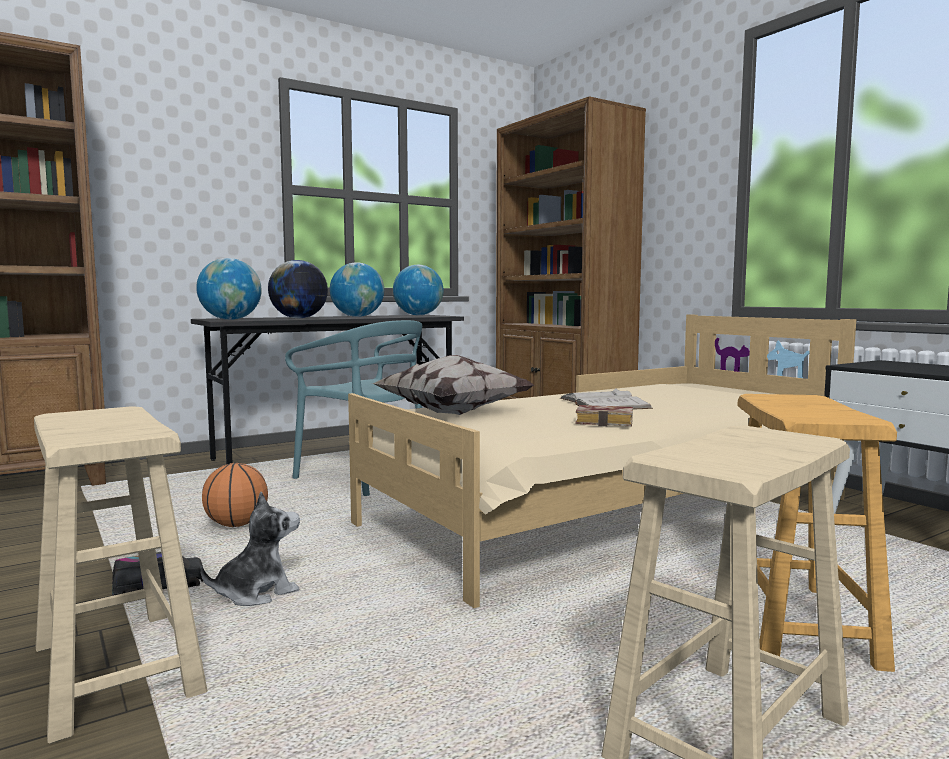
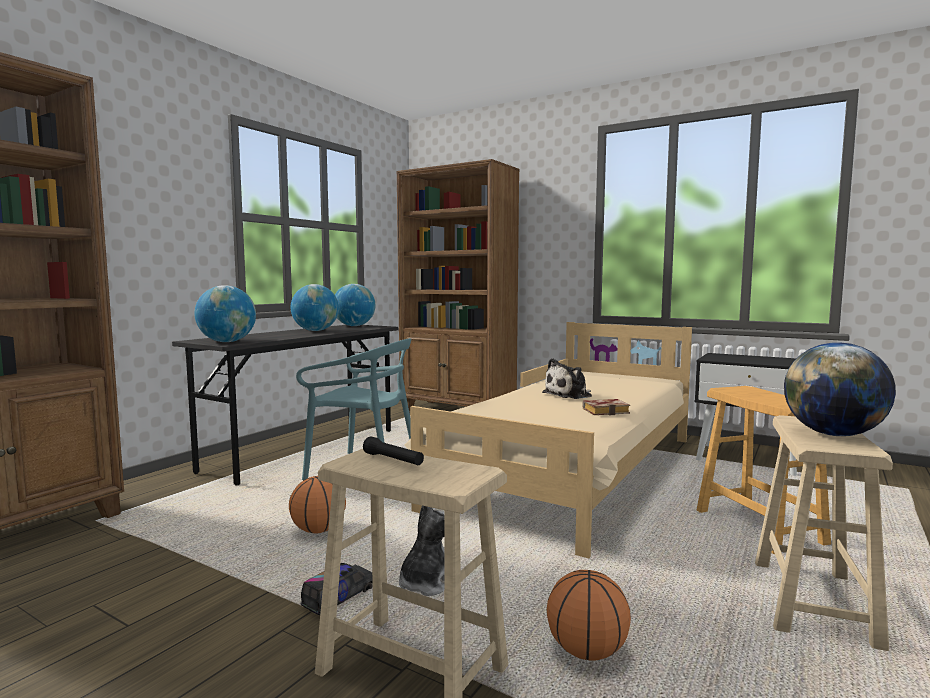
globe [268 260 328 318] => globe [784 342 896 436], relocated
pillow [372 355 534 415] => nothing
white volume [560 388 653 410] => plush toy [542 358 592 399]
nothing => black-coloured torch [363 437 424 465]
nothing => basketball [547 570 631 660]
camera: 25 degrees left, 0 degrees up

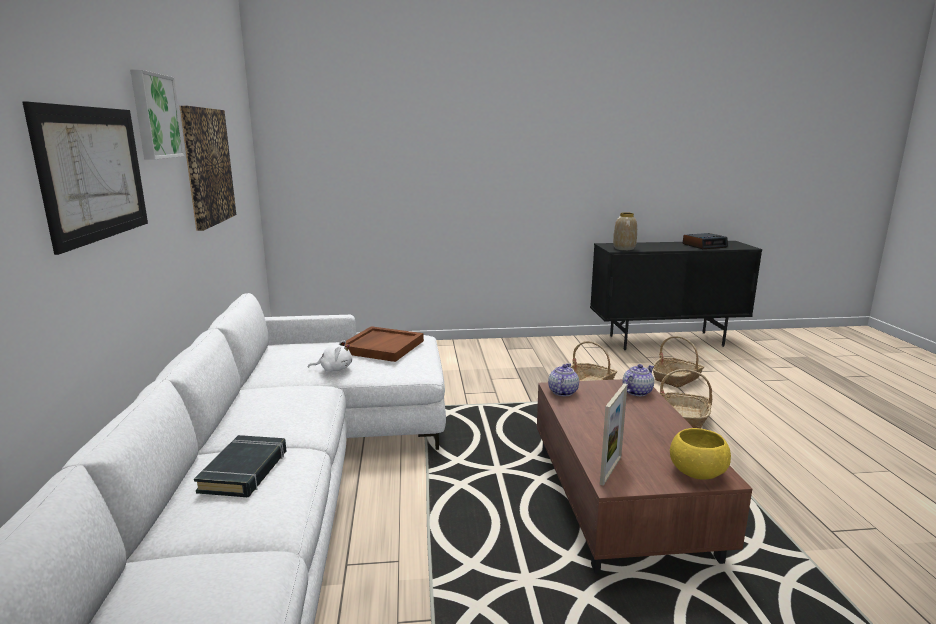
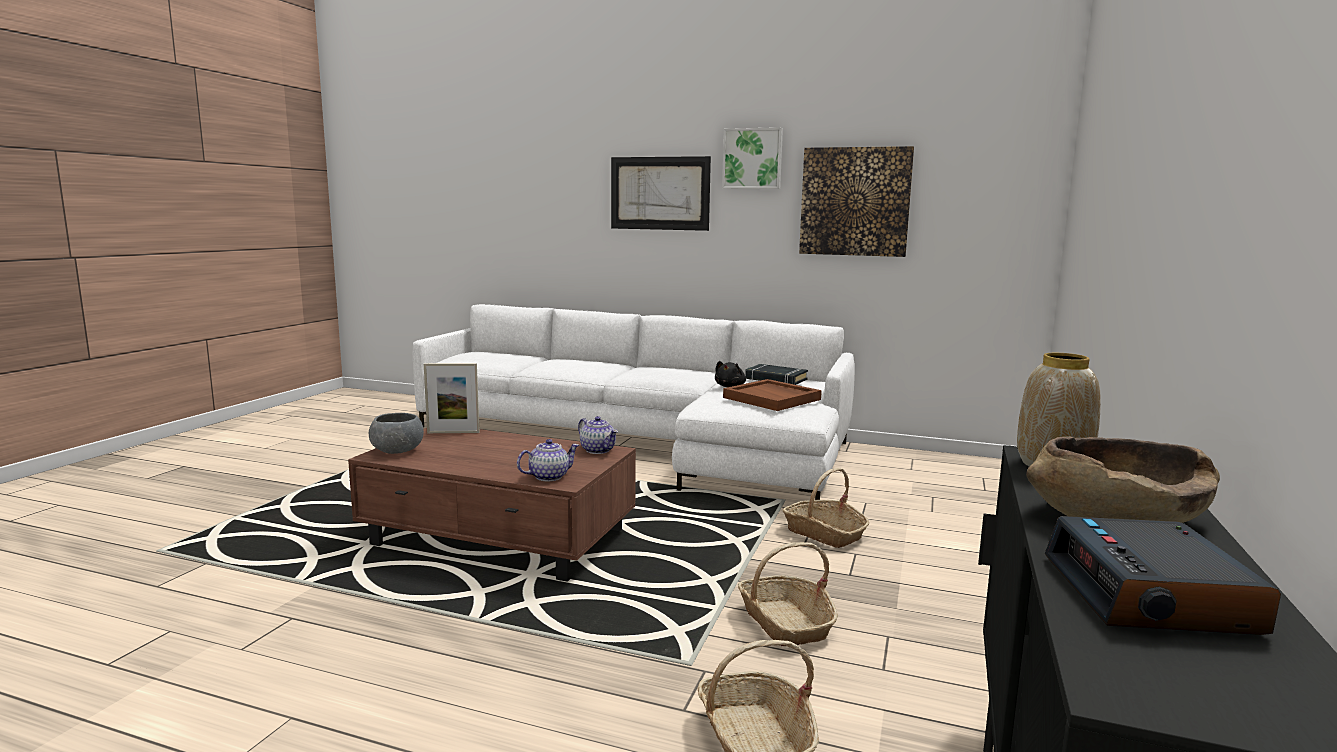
white plush toy [308 340 352 372] => black-coloured plush toy [715 361 746 387]
pot for tea [623 364 654 396] => pot for tea [517 439 579 481], 105 degrees counterclockwise
basket [660 369 712 429] => basket [783 468 869 548], relocated
photo frame [600 383 628 486] => photo frame [424 363 479 433], 60 degrees counterclockwise
yellow-coloured deep dish [670 428 731 479] => grey deep dish [369 413 424 454]
black-coloured volume [194 435 286 497] => black-coloured volume [745 364 808 385], relocated
nothing => brownish deep dish [1026 437 1220 523]
camera: 115 degrees right, 5 degrees down

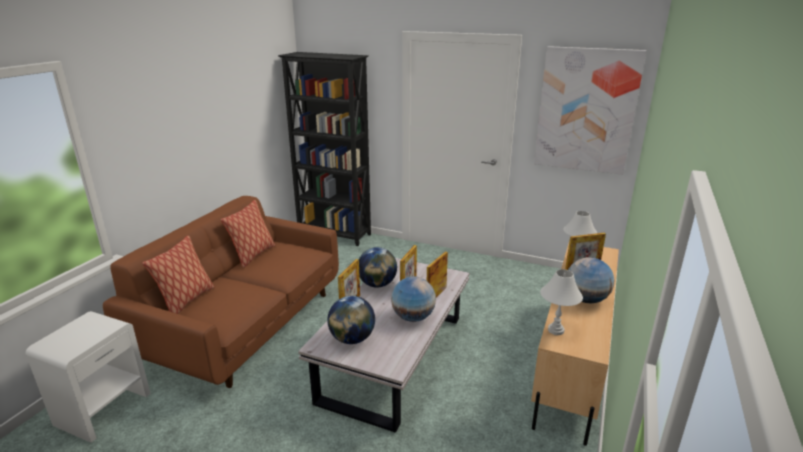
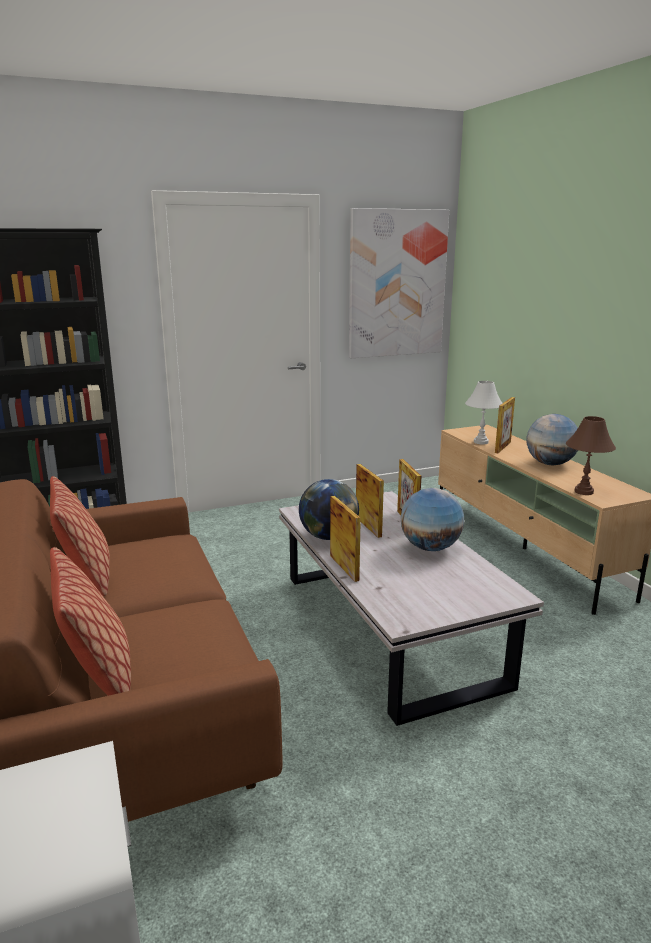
white tabletop lamp [540 269 583 335] => brownish tabletop lamp [566 416 616 495]
globe [327 296 375 344] => nothing
camera: 45 degrees left, 5 degrees down

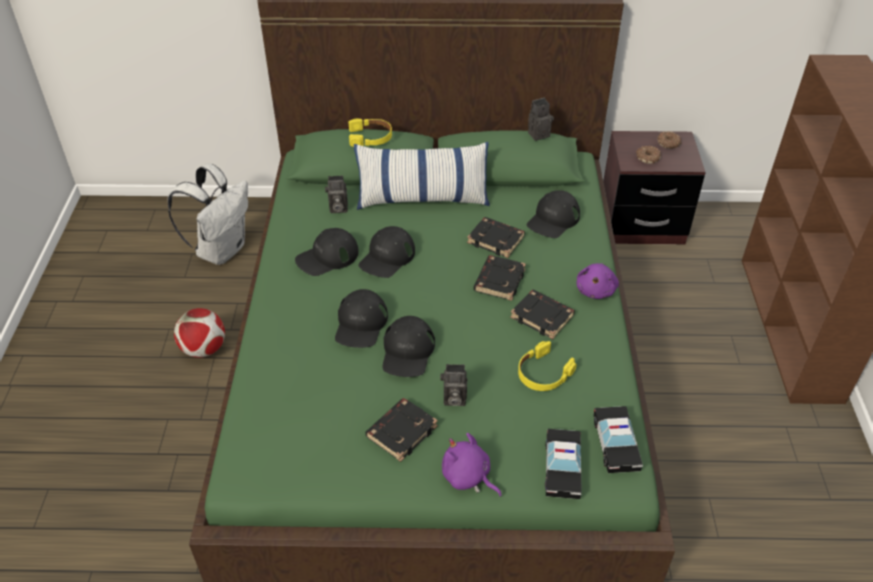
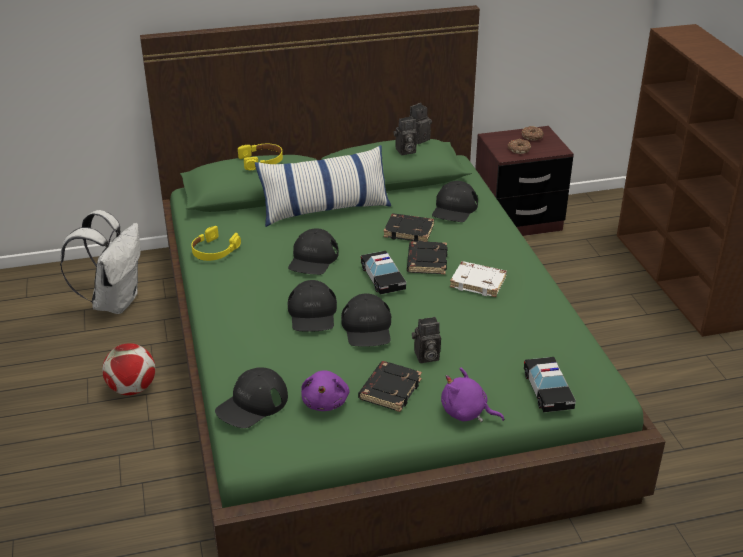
photo camera [325 175 348 213] => photo camera [394 117 417 155], relocated
black-coloured cap [295 228 359 276] => black-coloured cap [215 367 288 428], relocated
purple plush toy [577 263 619 299] => purple plush toy [301 370 349 411], relocated
black-coloured volume [510 290 575 339] => white volume [450 261 507 297]
yellow-coloured headset [518 341 577 391] => yellow-coloured headset [191 226 241 261], relocated
model car [593 406 643 473] => model car [361 251 406 295], relocated
camera: 15 degrees left, 10 degrees down

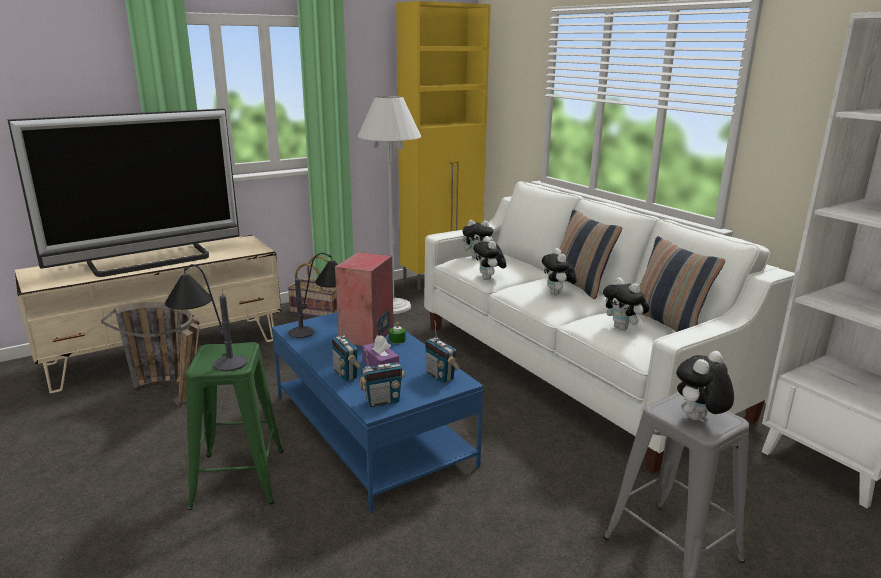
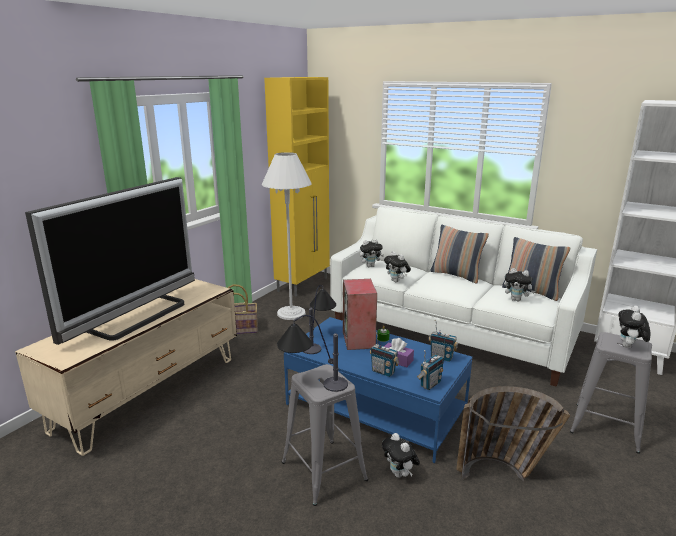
plush toy [542 248 577 295] => plush toy [382 433 420 478], relocated
basket [101 302 199 407] => basket [456 386 571 481], relocated
greenish stool seat [186 342 284 510] => grey stool seat [282 364 368 506]
camera: 25 degrees left, 0 degrees up

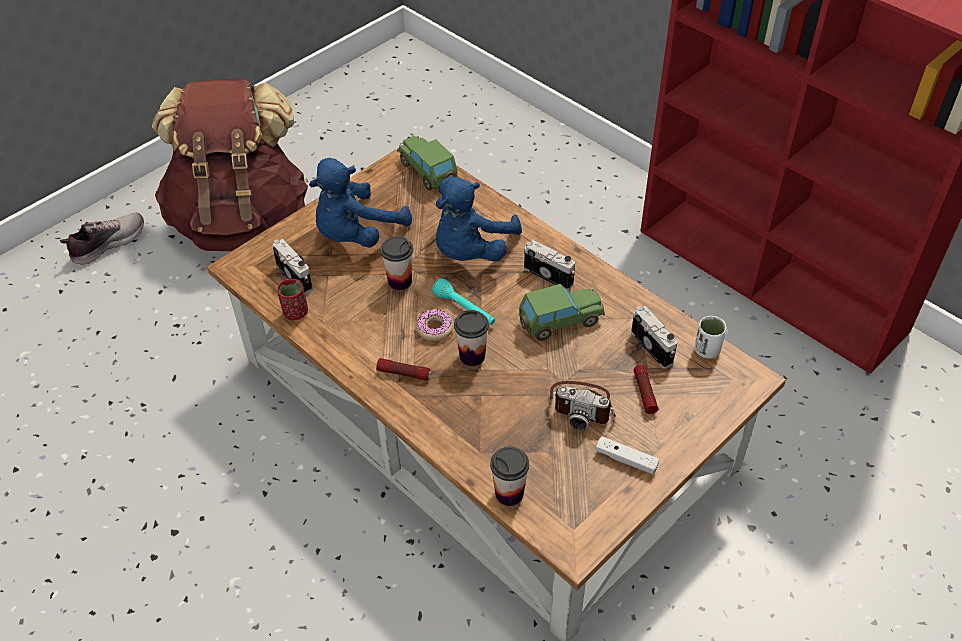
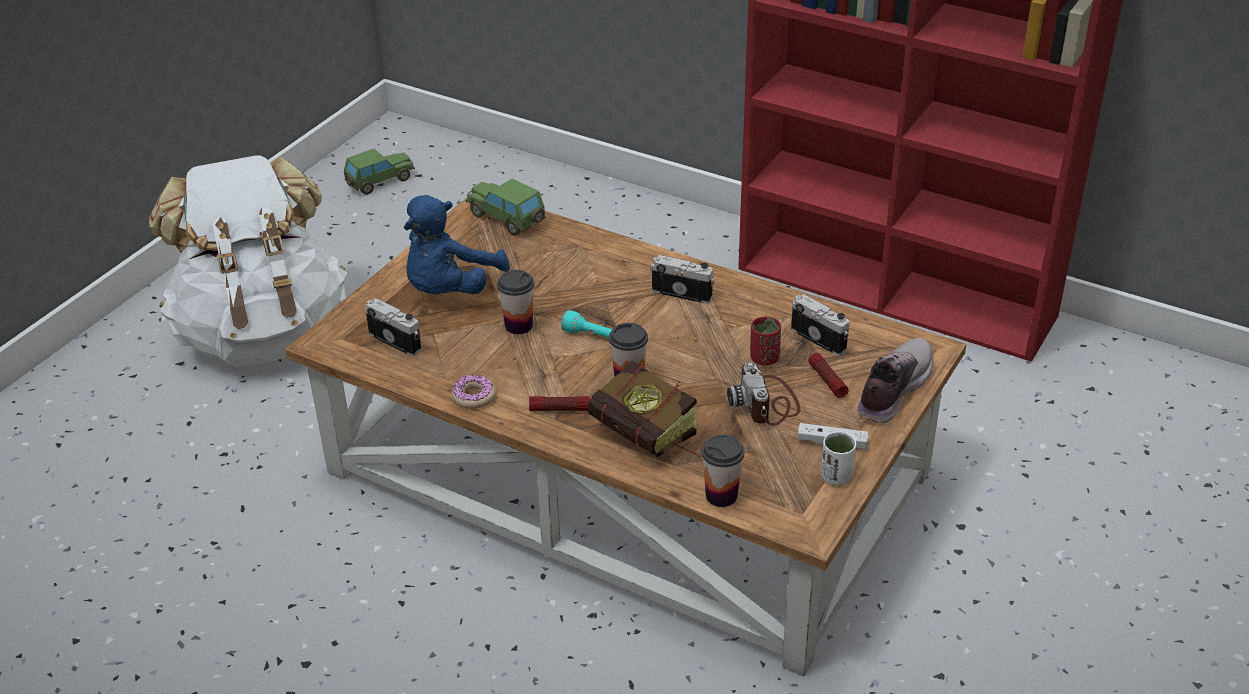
brownish backpack [152 79 308 251] => white backpack [149 155 347 366]
blue-coloured plush toy [436 177 522 261] => nothing
item of footwear [60 213 144 265] => item of footwear [857 338 933 423], relocated
red small cup [277 279 308 320] => red small cup [750 317 781 366], relocated
model car [519 284 605 341] => model car [344 149 415 195], relocated
ring doughnut [416 309 454 341] => ring doughnut [451 375 496 409], relocated
white small cup [695 316 726 358] => white small cup [821 432 856 485], relocated
photo camera [550 381 616 430] => photo camera [727 361 801 426], 75 degrees clockwise
nothing => volume [588 360 703 459]
camera: 15 degrees left, 10 degrees down

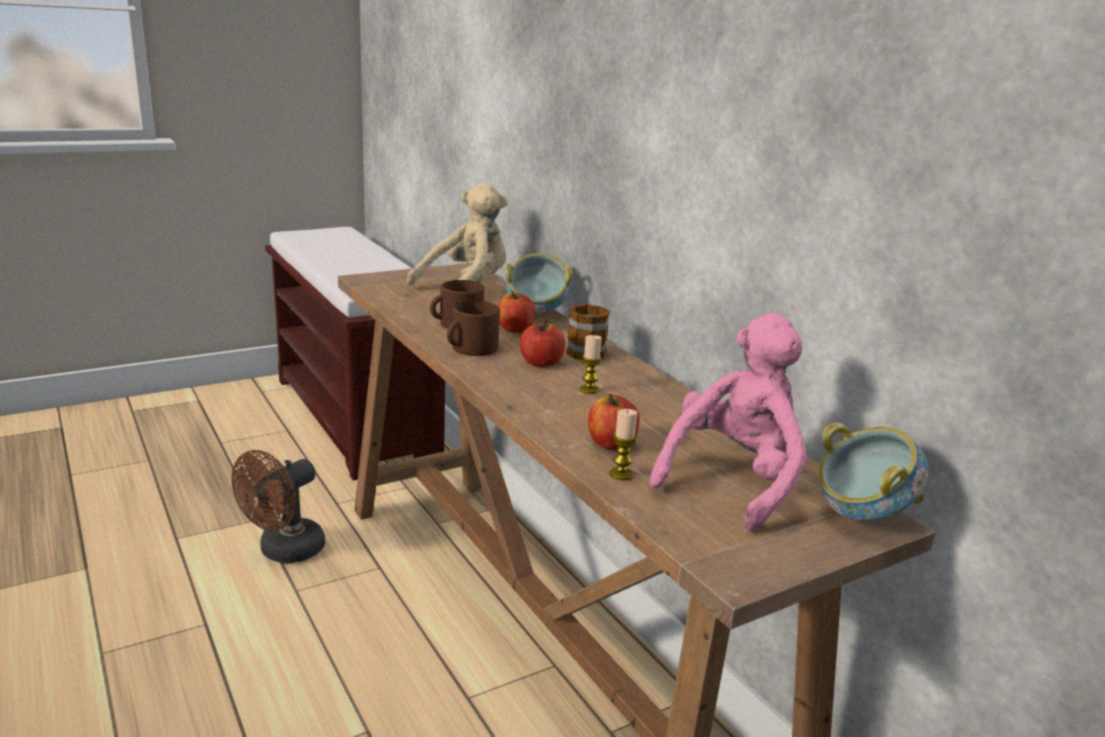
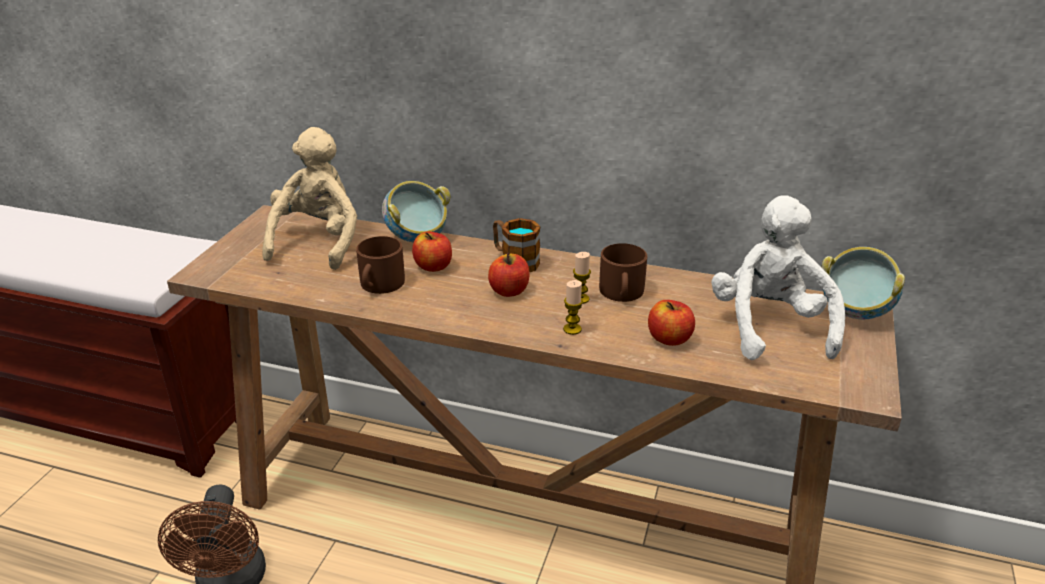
brownish tea mug [447 301 500 356] => brownish tea mug [599 243 647 302], relocated
pink plush toy [649 313 807 532] => white plush toy [711 195 845 360]
candle [609 409 637 480] => candle [563 280 583 335], relocated
camera: 40 degrees left, 10 degrees up

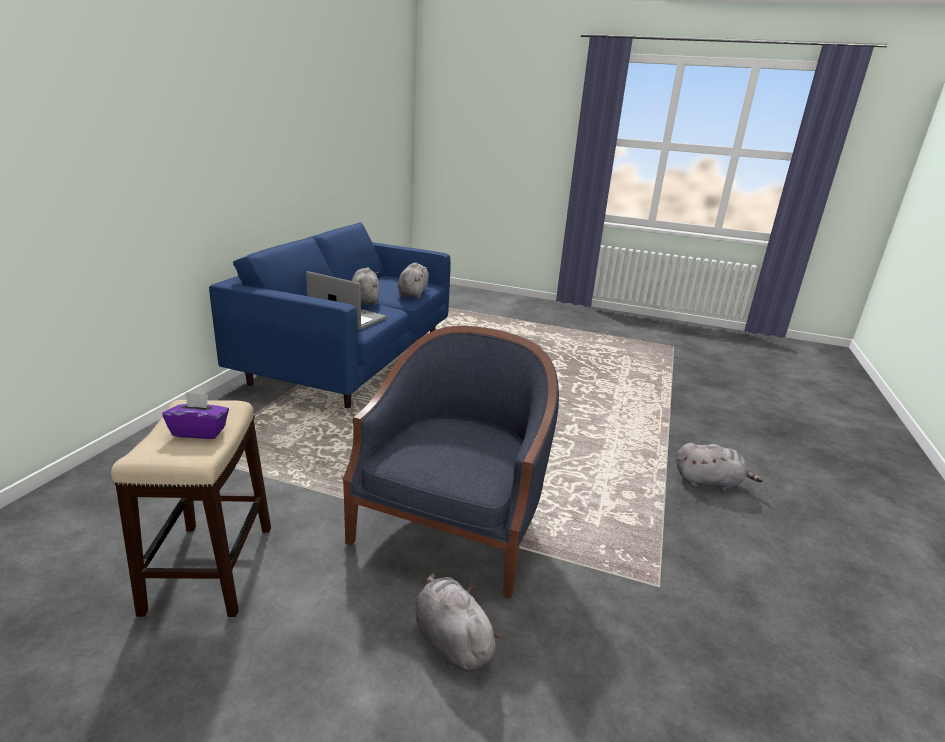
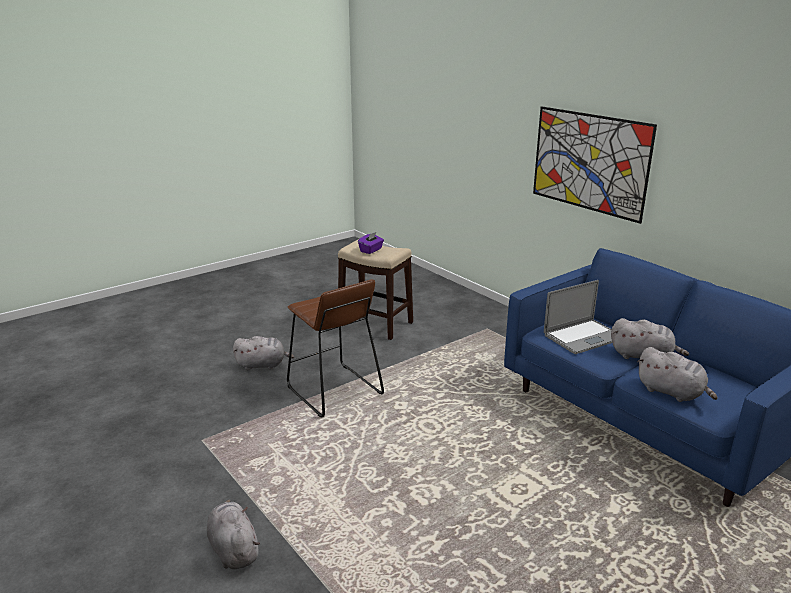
blue-coloured lounge chair [343 326 559 599] => brownish stool seat [287 279 384 417]
grey plush toy [676 443 763 491] => grey plush toy [207 500 260 569], 105 degrees clockwise
nothing => wall picture [533 106 657 224]
camera: 125 degrees right, 0 degrees up

